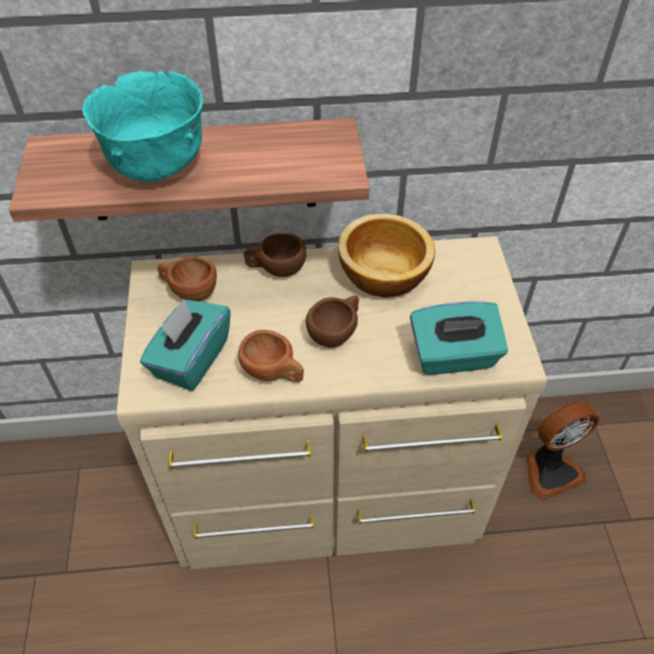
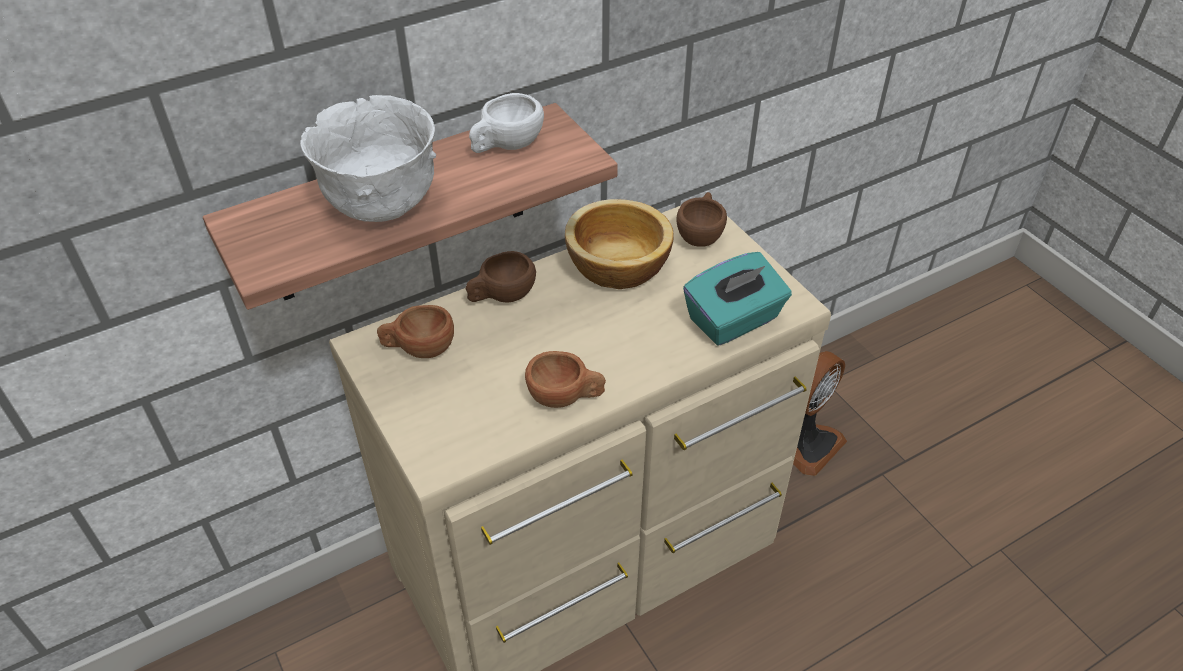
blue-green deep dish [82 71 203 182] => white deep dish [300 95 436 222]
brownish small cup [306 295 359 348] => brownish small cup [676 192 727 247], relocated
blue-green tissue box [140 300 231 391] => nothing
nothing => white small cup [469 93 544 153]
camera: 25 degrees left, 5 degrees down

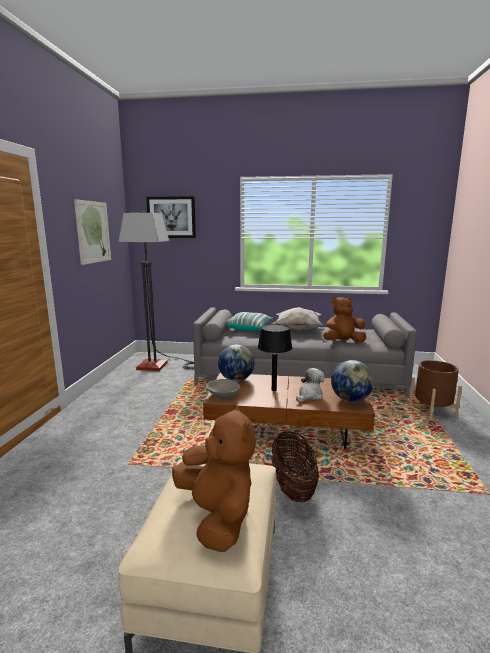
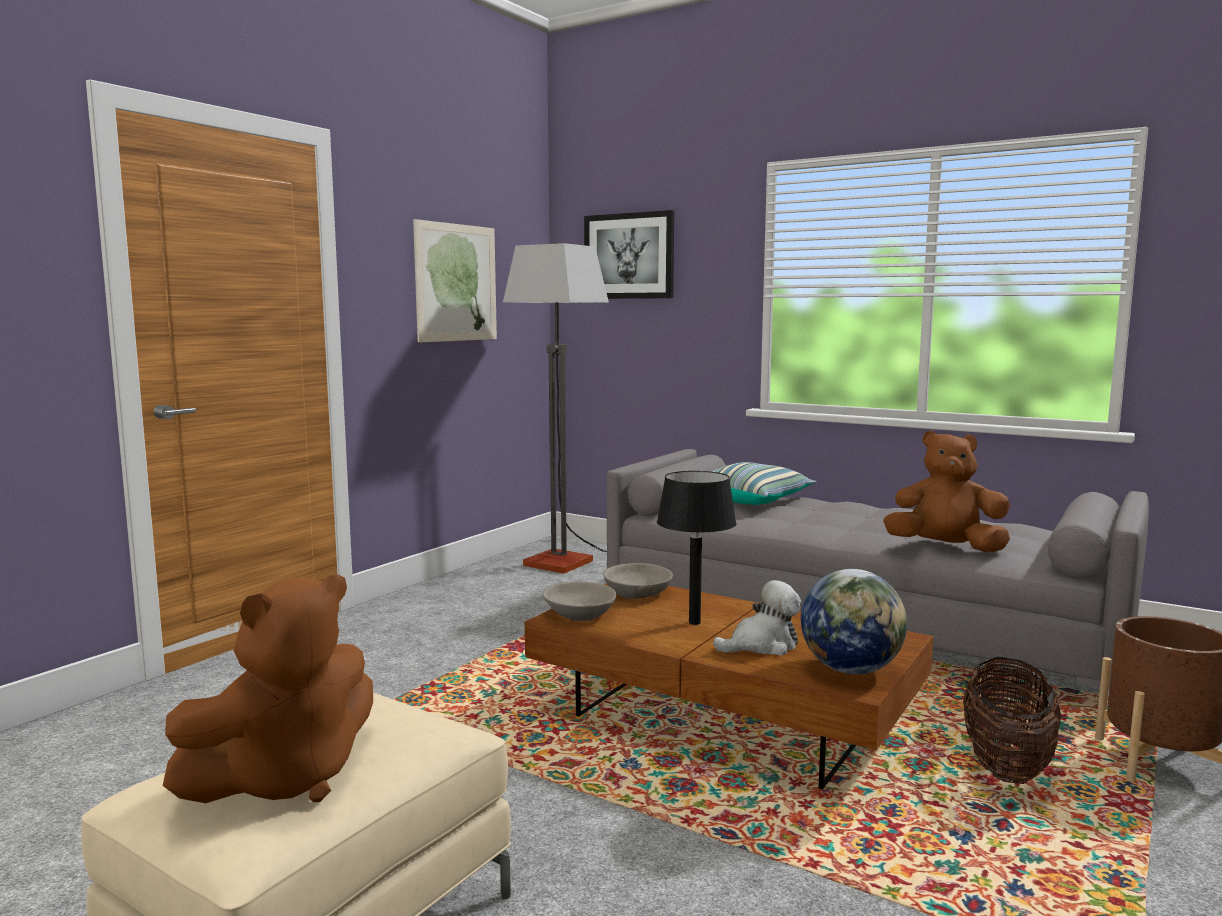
white pillow [271 307 324 331] => nothing
globe [218 345 254 381] => grey deep dish [603 563 673 599]
brownish plush toy [172 404 256 552] => brownish plush toy [163 575 373 803], 45 degrees clockwise
basket [272 431 319 502] => basket [963 657 1061 784], relocated
camera: 25 degrees right, 5 degrees down

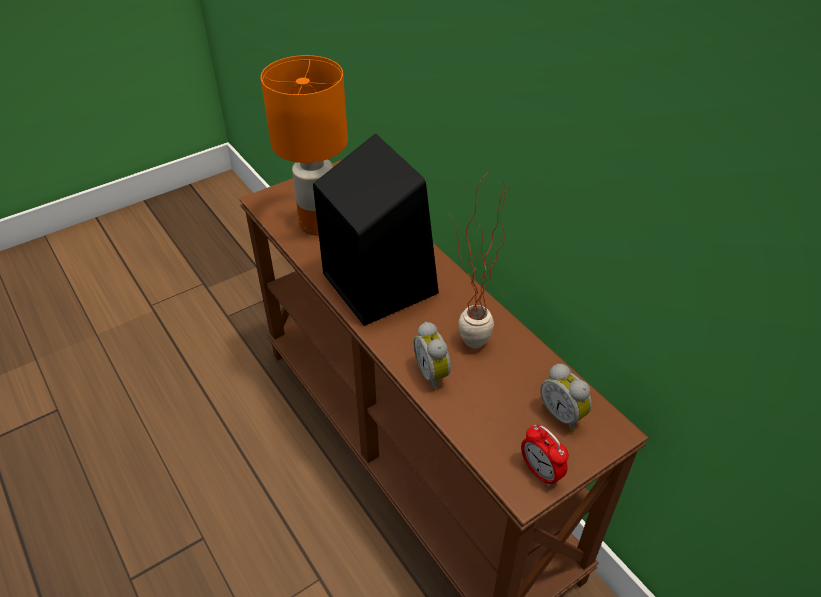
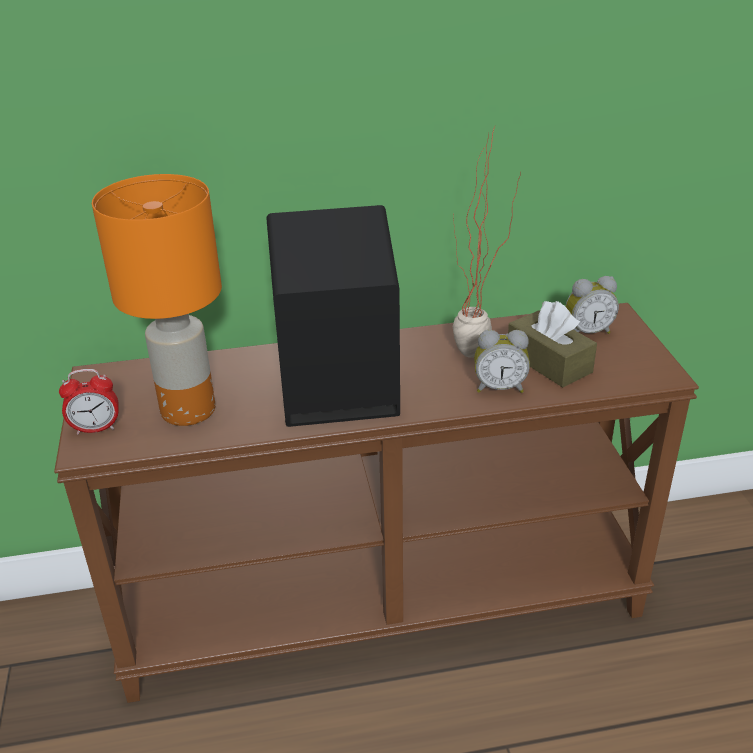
alarm clock [521 425 569 486] => alarm clock [59 369 119 435], relocated
nothing => brownish tissue box [508 301 597 388]
camera: 65 degrees left, 10 degrees down

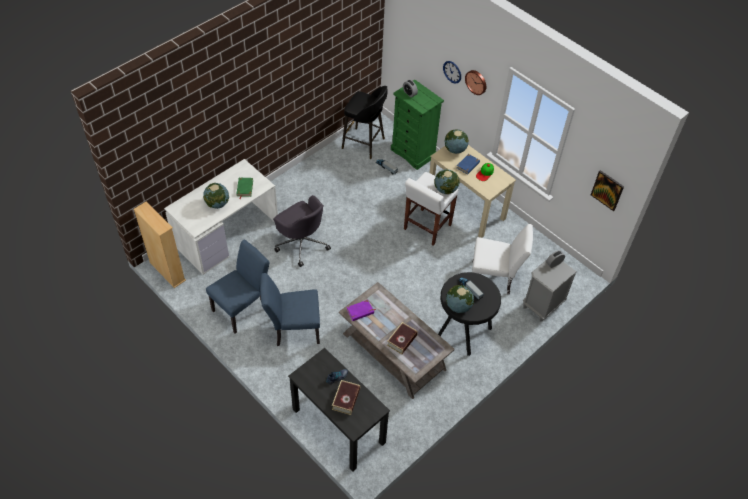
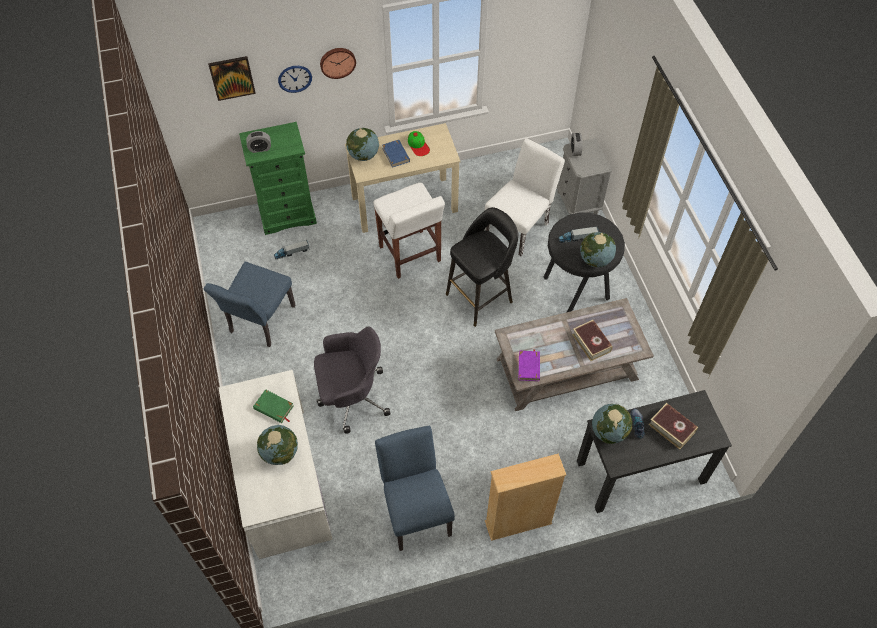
black-coloured stool seat [342 86 388 159] => black-coloured stool seat [446 207 518 327], relocated
globe [434 169 460 194] => globe [592 404 632 444], relocated
wall picture [591 170 624 211] => wall picture [208 56 256 101], relocated
beige bookshelf [133 202 186 288] => beige bookshelf [485 453 566 541], relocated
blue-coloured upright chair [260 273 320 346] => blue-coloured upright chair [204 262 296 347], relocated
camera: 60 degrees left, 5 degrees up

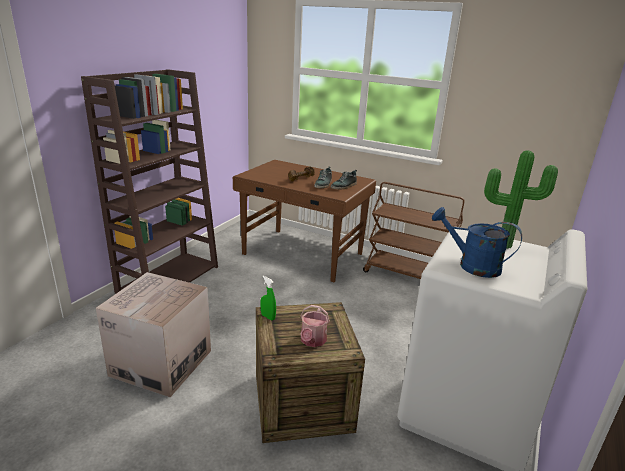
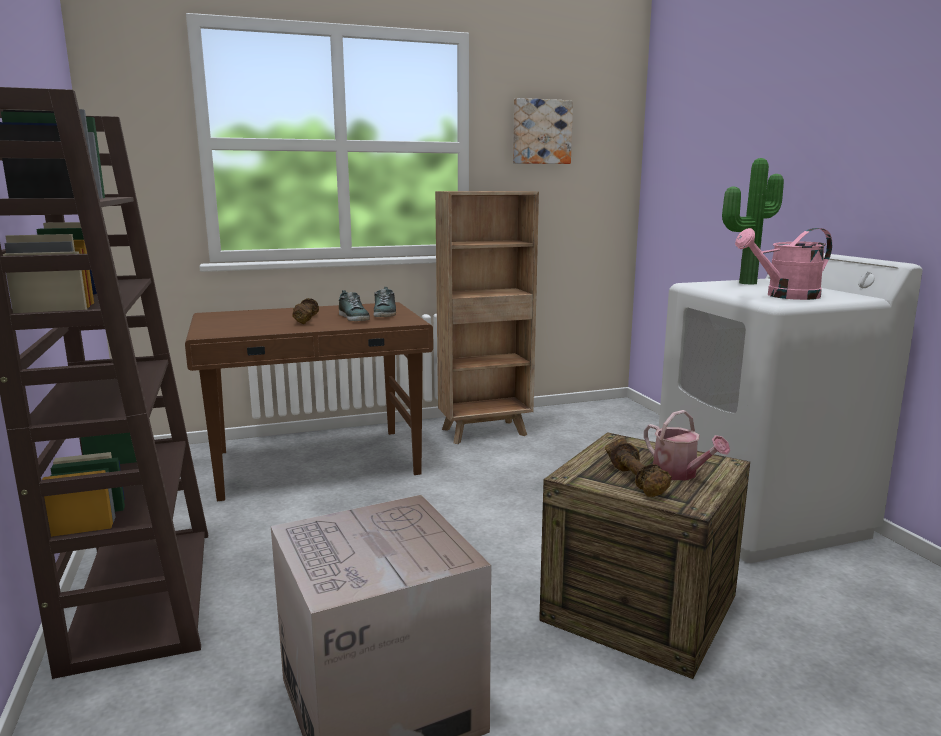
brownish cart [363 182 465 279] => brownish bookshelf [435 191 539 444]
blue-coloured watering pot [432 207 522 278] => pink watering pot [735 228 832 300]
greenish spray bottle [260 276 276 320] => nothing
nothing => wall picture [513 98 573 164]
nothing => brownish free weight [605 438 671 497]
camera: 45 degrees left, 10 degrees down

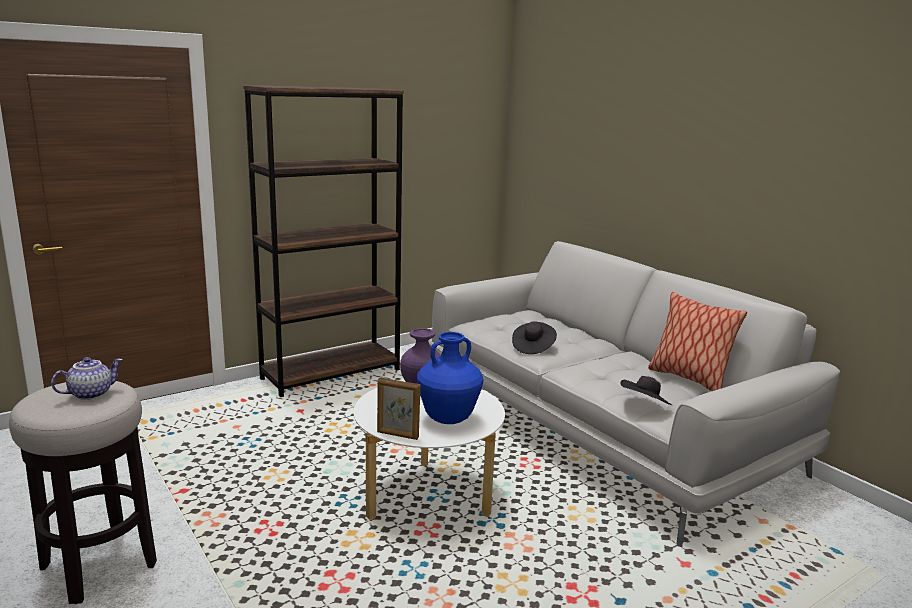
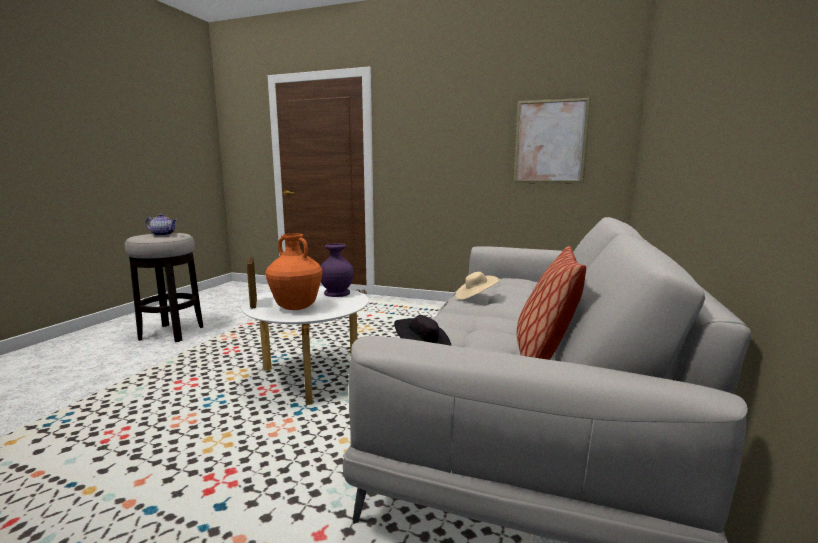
brownish bookshelf [243 85 404 397] => nothing
black-coloured hat [512 321 557 354] => beige hat [455 272 499 300]
blue-coloured decorative vase [417 332 483 424] => orange decorative vase [266 234 323 310]
nothing => wall picture [513 97 591 183]
camera: 55 degrees right, 5 degrees down

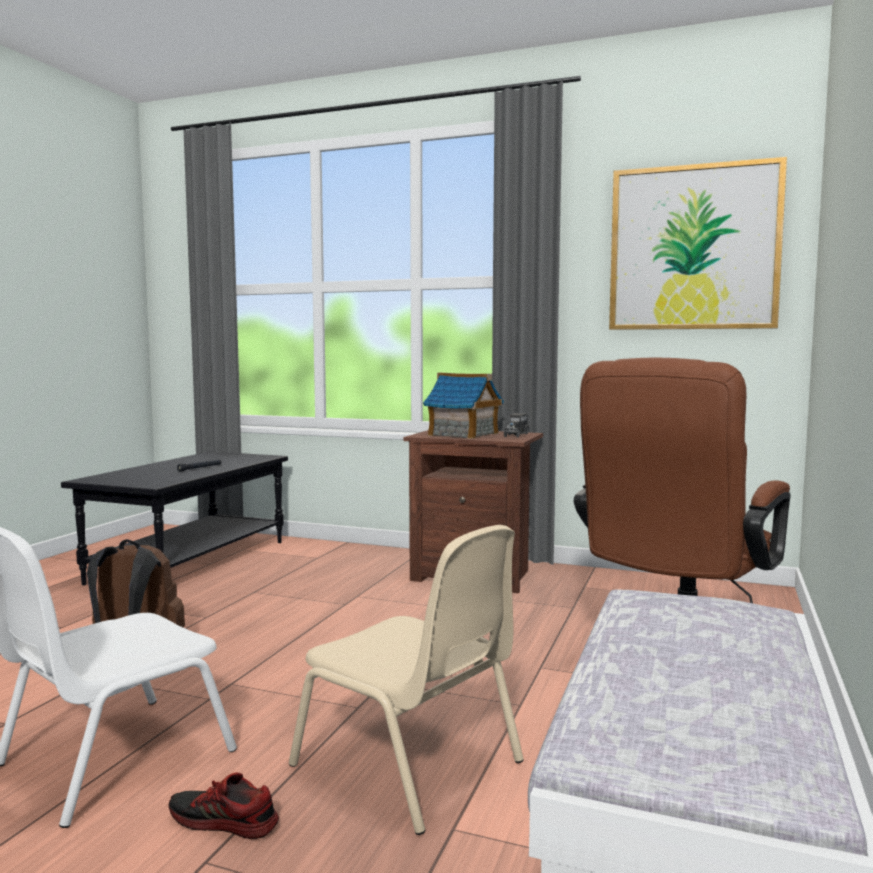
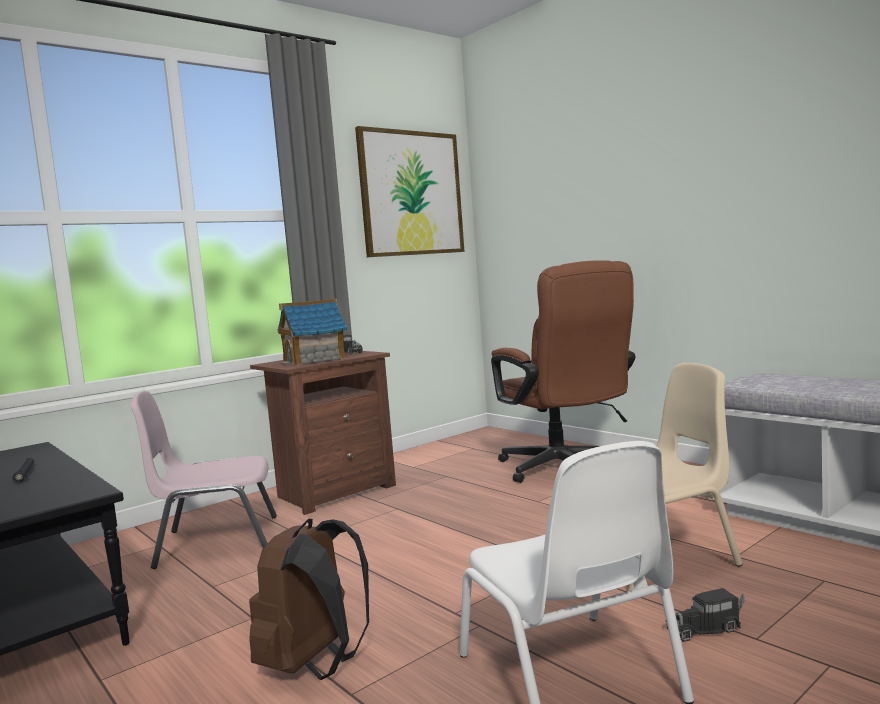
item of footwear [169 773 279 839] => model truck [667 588 745 642]
nothing => pink upright chair [130 391 277 569]
camera: 60 degrees left, 0 degrees up

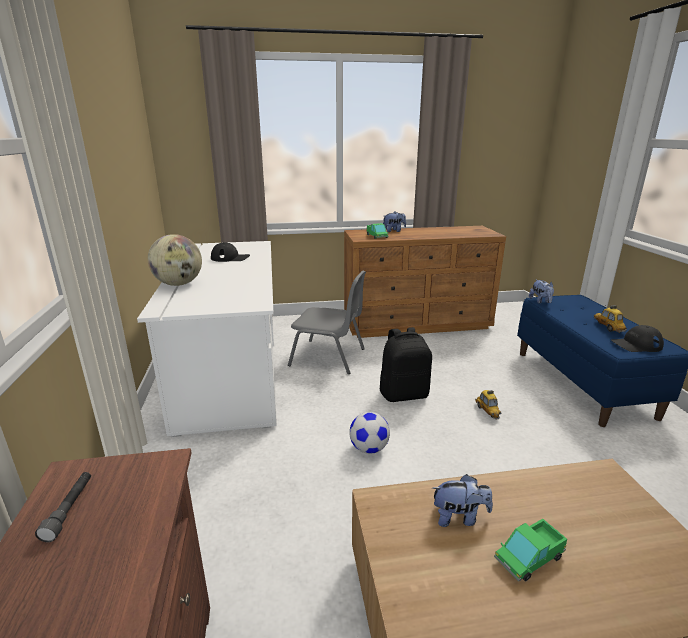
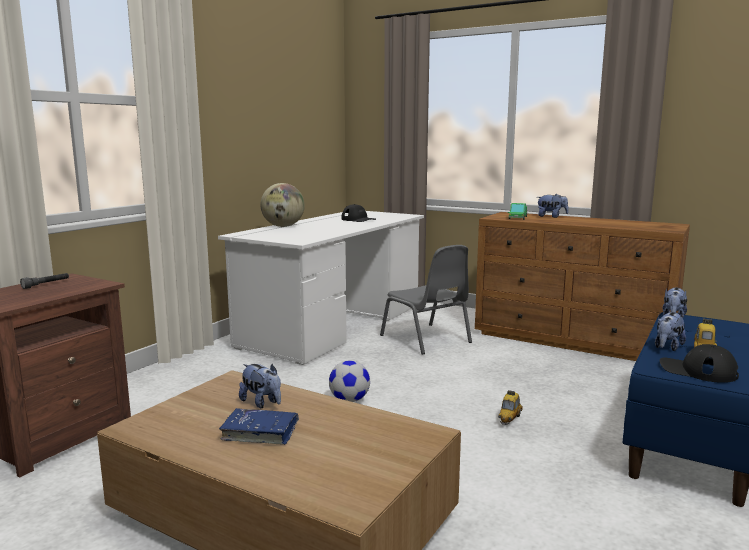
black-coloured backpack [380 327 432 402] => nothing
model truck [494 519 567 582] => blue-coloured volume [219 408 299 445]
nothing => plush toy [655 312 686 351]
camera: 40 degrees right, 10 degrees down

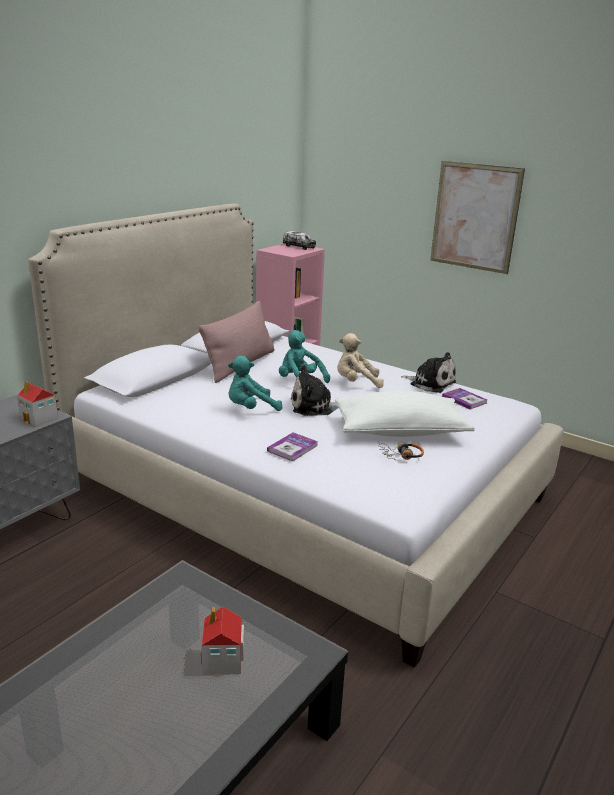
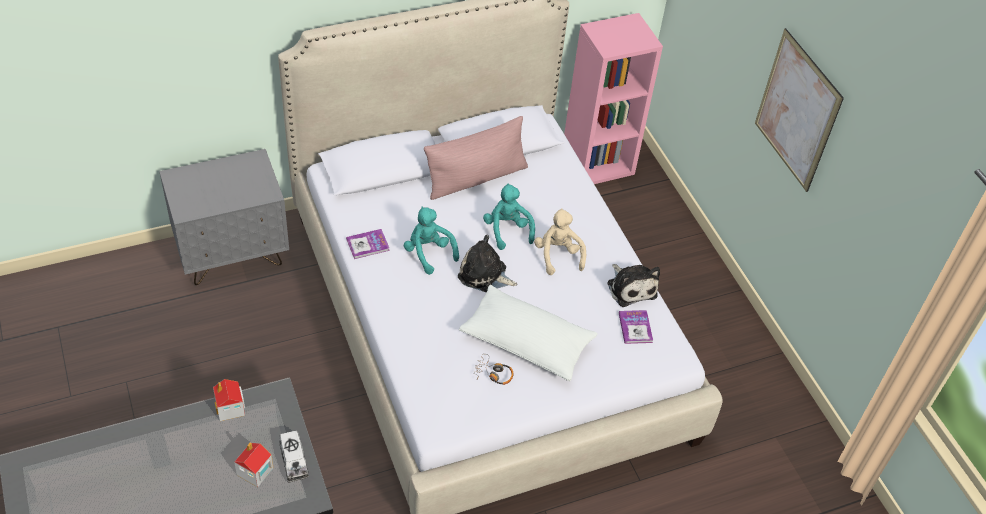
model truck [283 231 316 250] => model truck [279 431 309 482], relocated
beige plush toy [337 333 384 388] => beige plush toy [534 208 586 275], 45 degrees clockwise
blue-green plush toy [228 356 283 411] => blue-green plush toy [404 206 459 275], 45 degrees clockwise
model house [17 381 58 426] => model house [213 379 245 421], relocated
volume [267 432 318 462] => volume [346 229 390 259], relocated
camera: 30 degrees right, 25 degrees up

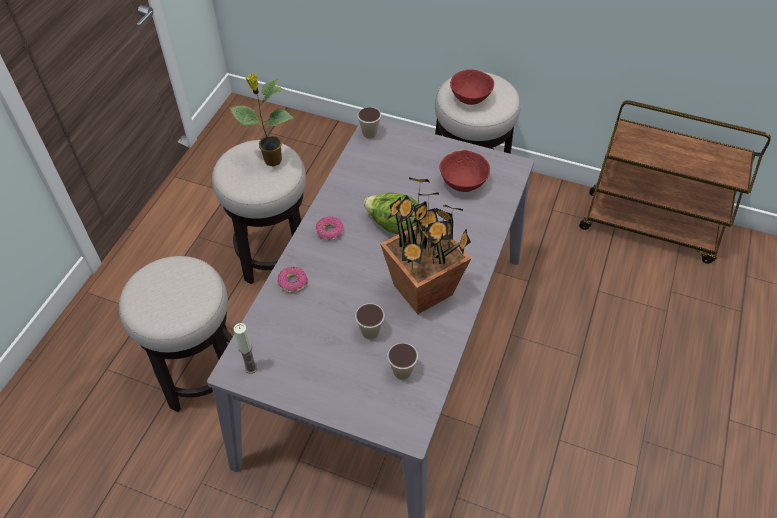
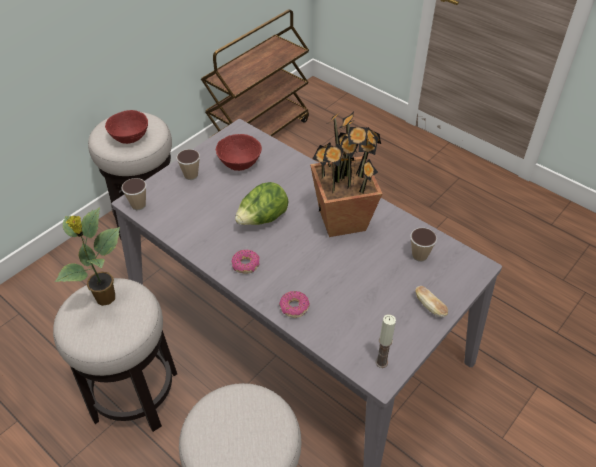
small cup [355 303 385 340] => small cup [176 149 200 180], relocated
nothing => baked bread [416 286 448 317]
camera: 70 degrees left, 5 degrees down

